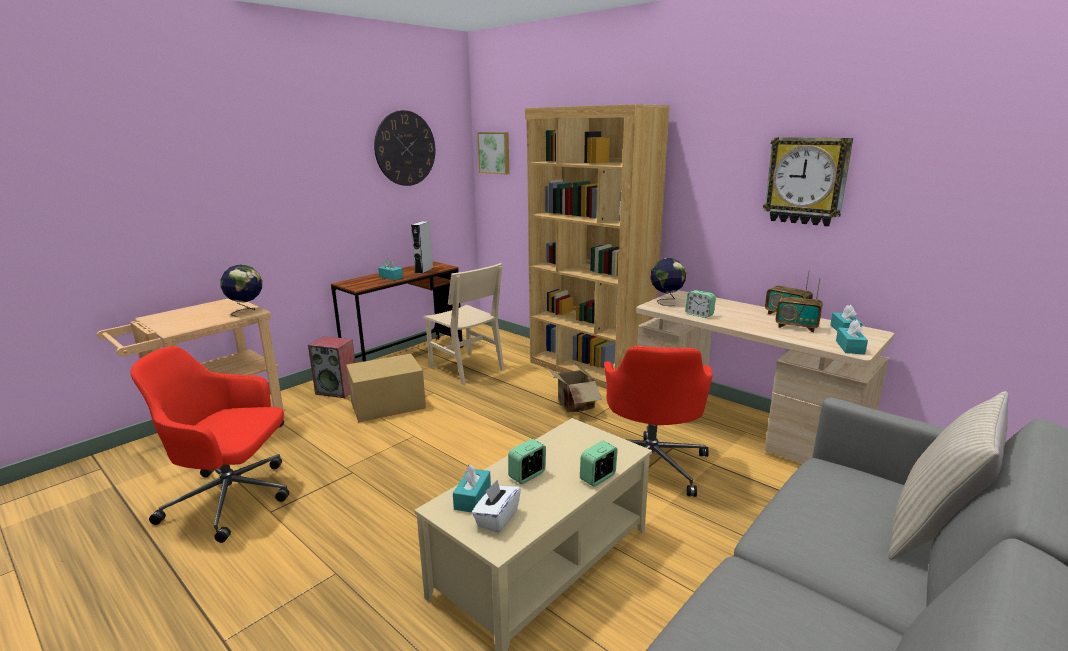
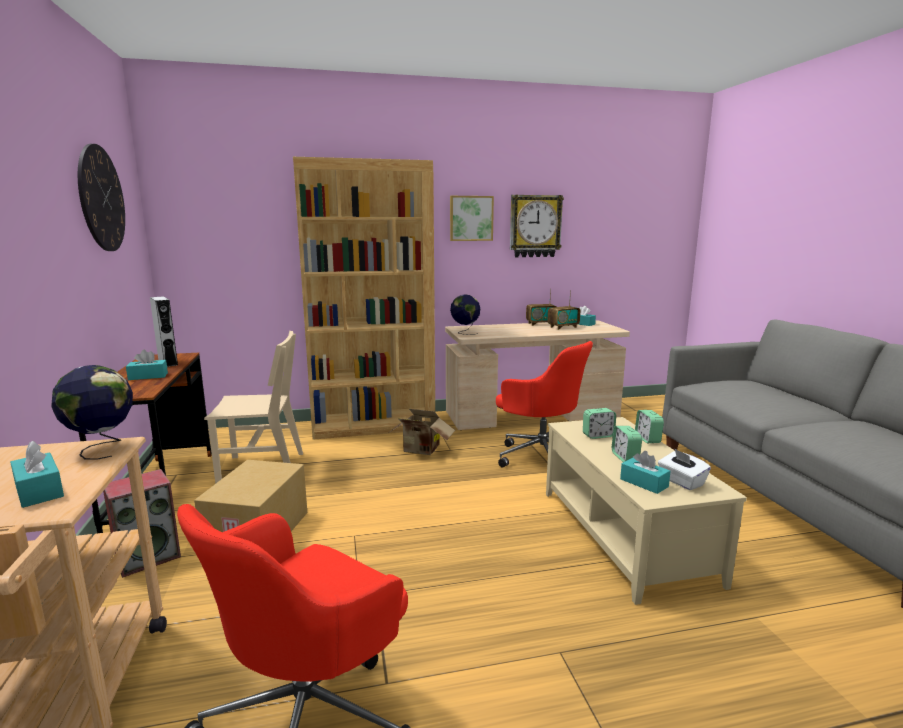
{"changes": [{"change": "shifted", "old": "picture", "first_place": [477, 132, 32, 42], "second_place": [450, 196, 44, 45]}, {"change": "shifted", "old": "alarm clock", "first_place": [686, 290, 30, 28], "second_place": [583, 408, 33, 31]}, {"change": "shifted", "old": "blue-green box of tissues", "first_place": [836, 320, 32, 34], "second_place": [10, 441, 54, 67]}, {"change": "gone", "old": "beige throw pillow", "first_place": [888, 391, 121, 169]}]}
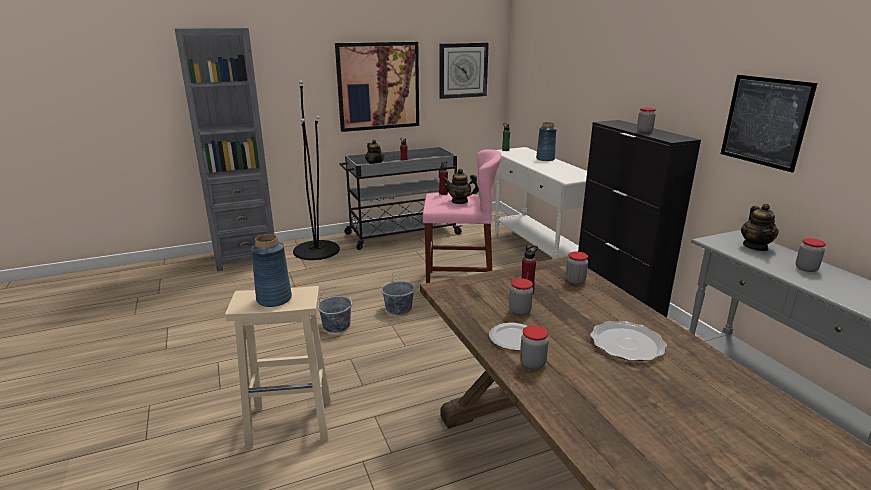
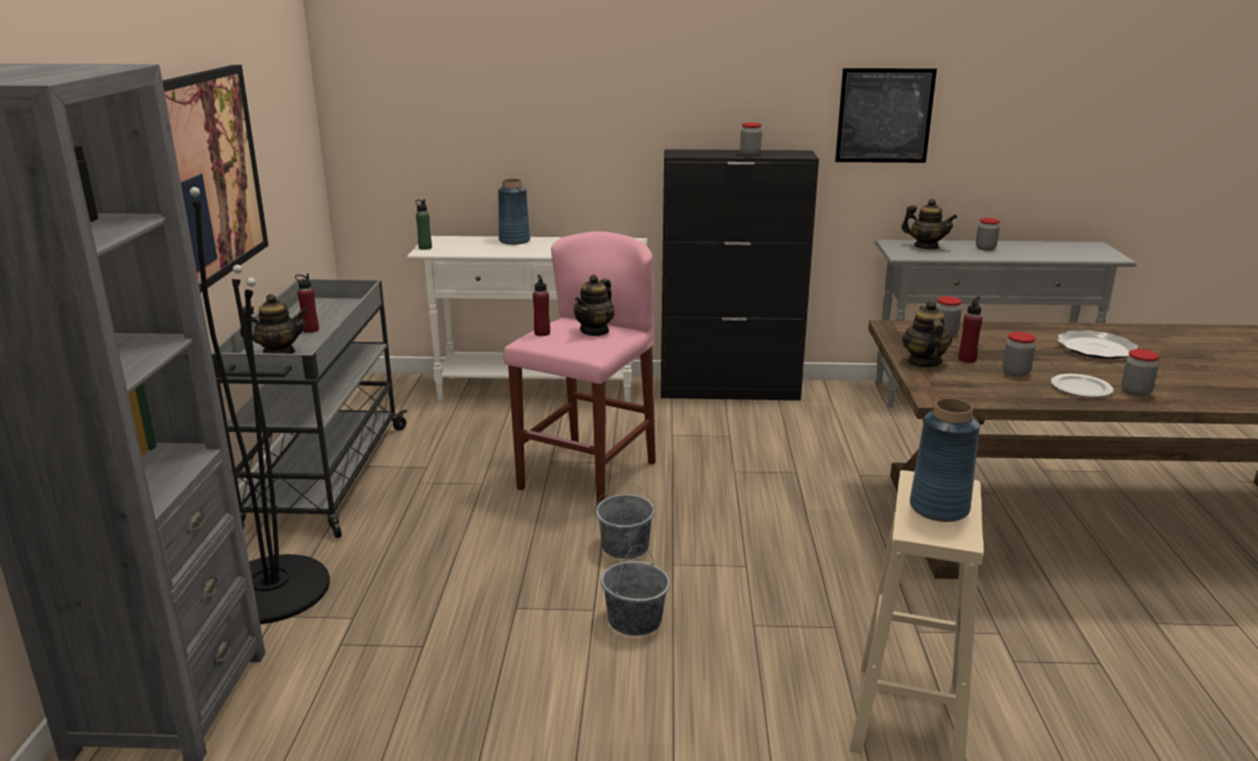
{"changes": [{"change": "gone", "old": "wall clock", "first_place": [439, 43, 50, 56]}, {"change": "new", "new": "tea pot", "second_place": [902, 300, 50, 68]}]}
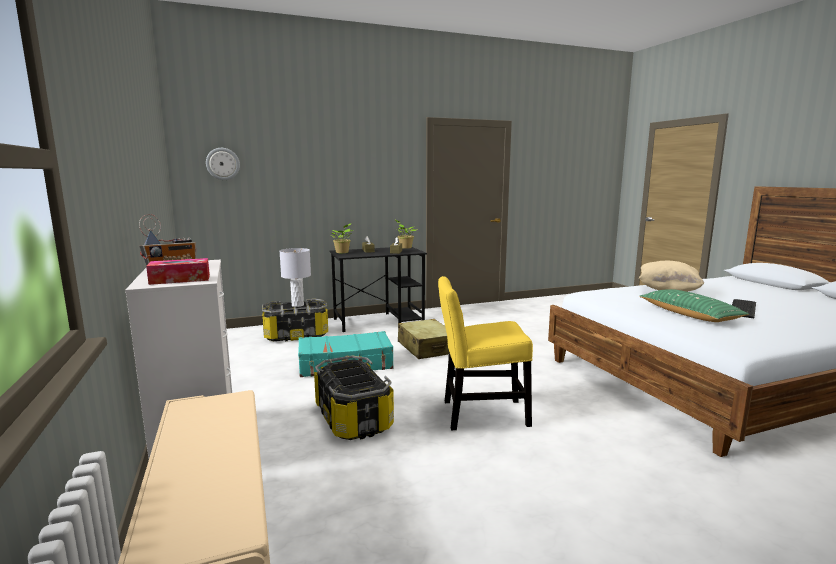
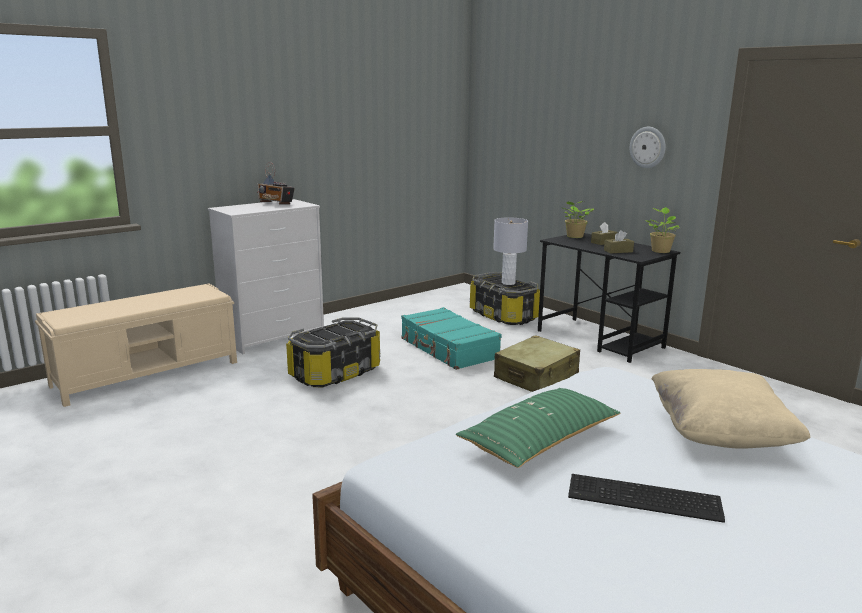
{"changes": [{"change": "shifted", "old": "wall clock", "first_place": [206, 148, 34, 32], "second_place": [630, 127, 36, 41]}, {"change": "gone", "old": "box of tissues", "first_place": [146, 258, 64, 27]}, {"change": "gone", "old": "yellow-coloured chair", "first_place": [438, 276, 95, 154]}]}
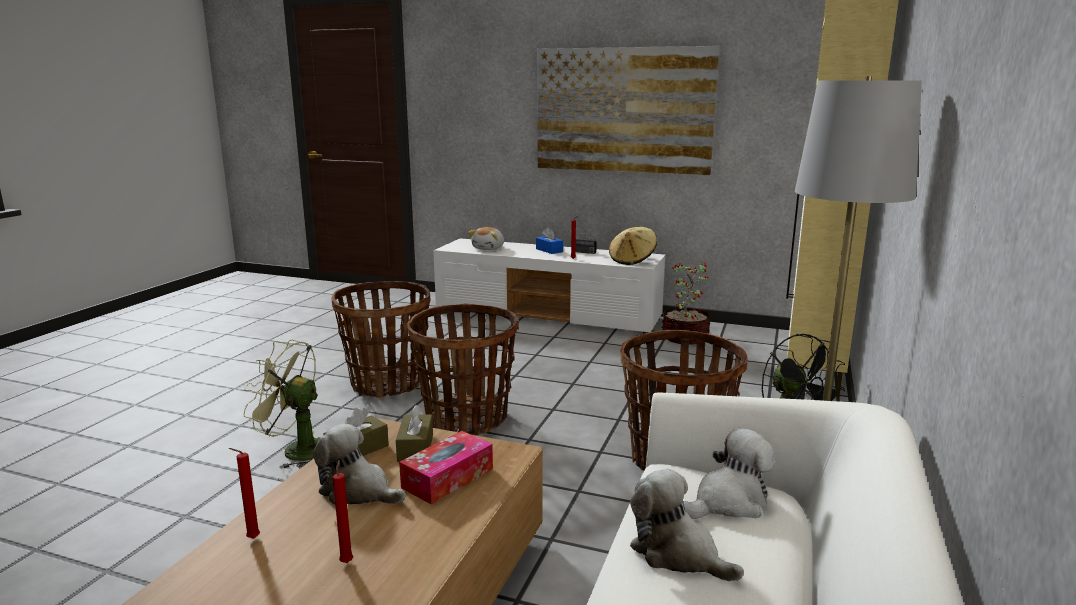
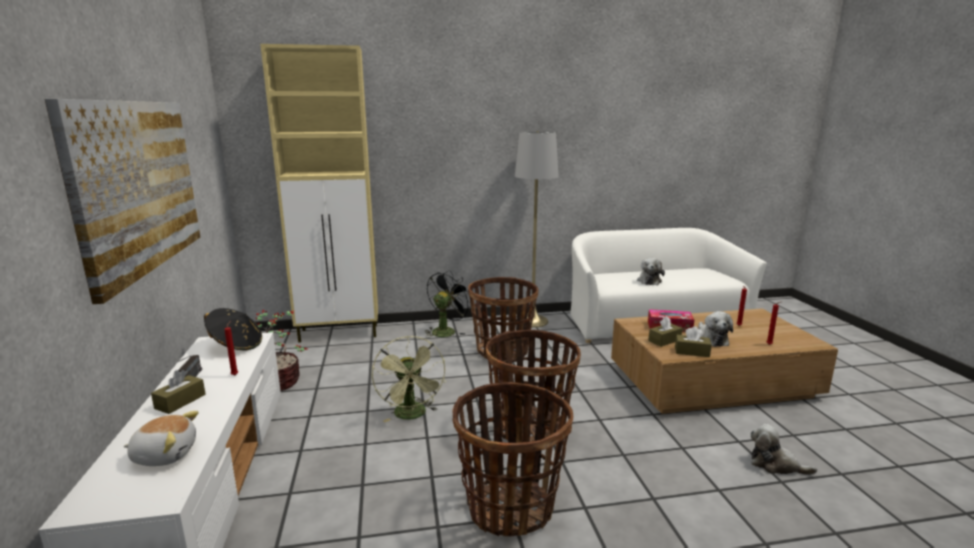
{"changes": [{"change": "repainted", "old": "beige clothing hat", "new": "black-coloured clothing hat", "first_place": [609, 227, 48, 38], "second_place": [204, 308, 58, 42]}, {"change": "repainted", "old": "blue-coloured box of tissues", "new": "brown box of tissues", "first_place": [536, 228, 27, 26], "second_place": [151, 370, 55, 44]}, {"change": "shifted", "old": "greenish fan", "first_place": [244, 340, 77, 129], "second_place": [372, 336, 74, 86]}, {"change": "shifted", "old": "plush toy", "first_place": [683, 428, 92, 91], "second_place": [751, 424, 66, 51]}]}
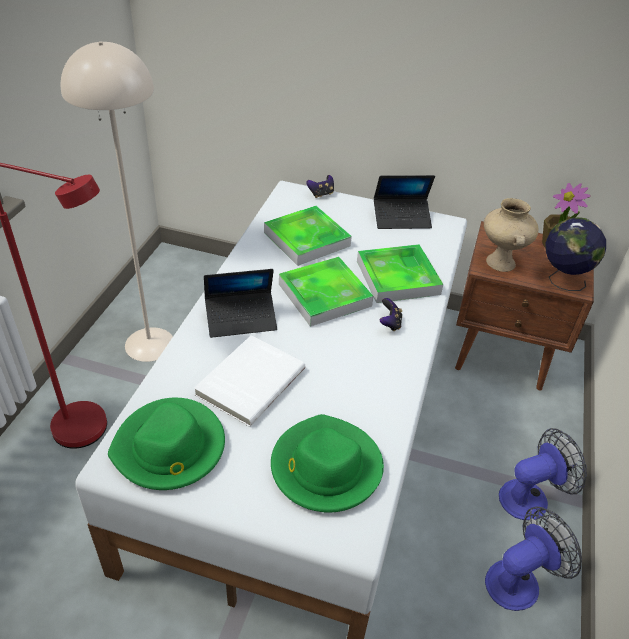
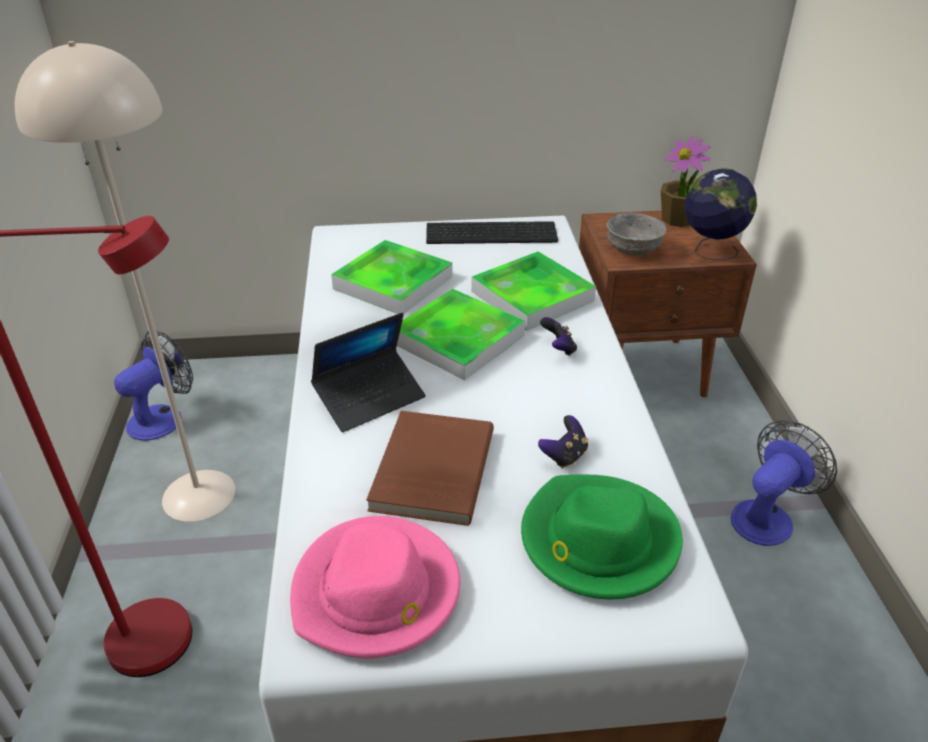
{"changes": [{"change": "shifted", "old": "gamepad", "first_place": [306, 175, 28, 23], "second_place": [538, 415, 50, 54]}, {"change": "swapped", "old": "laptop", "new": "keyboard", "first_place": [374, 175, 61, 54], "second_place": [426, 221, 132, 23]}, {"change": "swapped", "old": "beige vase", "new": "greyish serving bowl", "first_place": [484, 198, 55, 74], "second_place": [607, 213, 60, 43]}, {"change": "repainted", "old": "whitish volume", "new": "brown volume", "first_place": [194, 335, 111, 92], "second_place": [366, 411, 128, 115]}, {"change": "repainted", "old": "greenish clothing hat", "new": "pinkish clothing hat", "first_place": [108, 398, 117, 92], "second_place": [290, 516, 170, 142]}, {"change": "shifted", "old": "fan", "first_place": [485, 506, 97, 105], "second_place": [114, 331, 79, 110]}]}
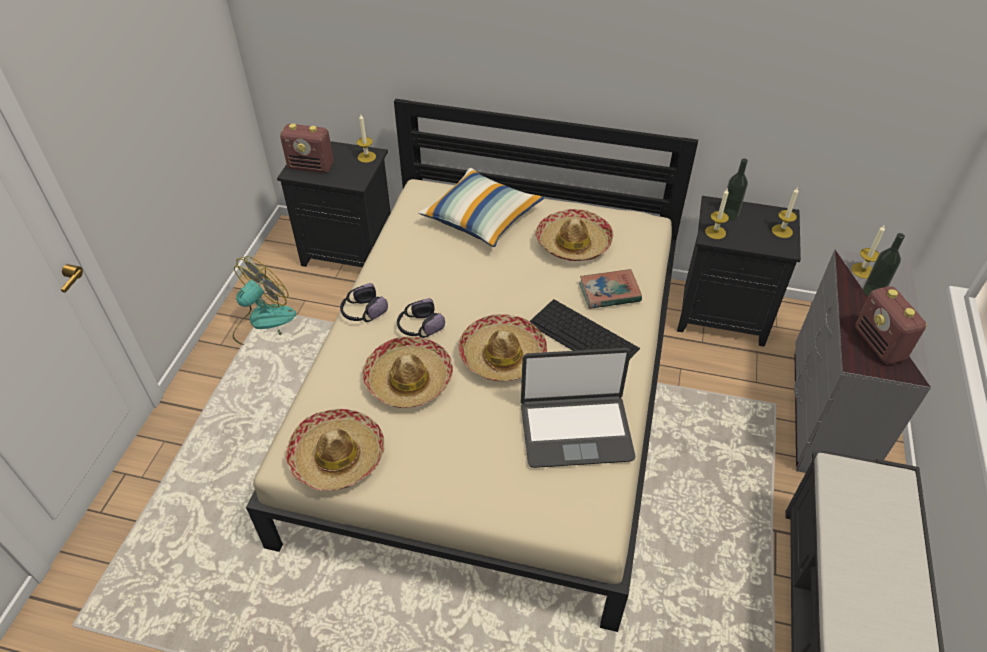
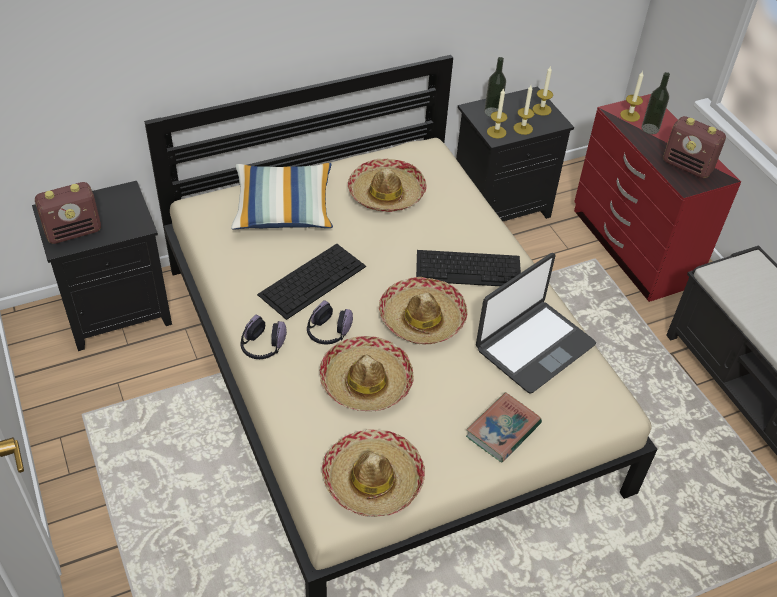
{"changes": [{"change": "shifted", "old": "wax candle", "first_place": [357, 115, 19, 48], "second_place": [513, 85, 21, 50]}, {"change": "repainted", "old": "greyish drawer chest", "new": "reddish drawer chest", "first_place": [794, 249, 137, 224], "second_place": [574, 94, 167, 208]}, {"change": "gone", "old": "fan", "first_place": [233, 256, 63, 89]}, {"change": "shifted", "old": "volume", "first_place": [579, 269, 63, 40], "second_place": [466, 392, 76, 70]}, {"change": "new", "new": "keyboard", "second_place": [257, 244, 109, 76]}]}
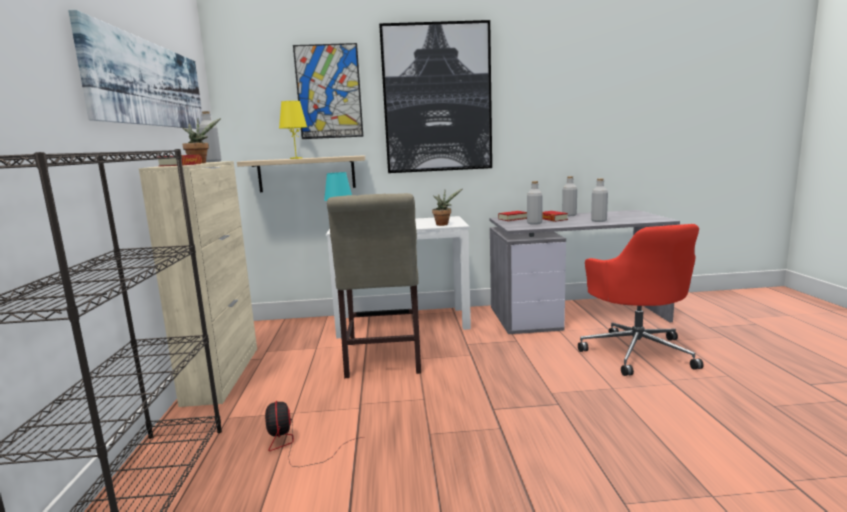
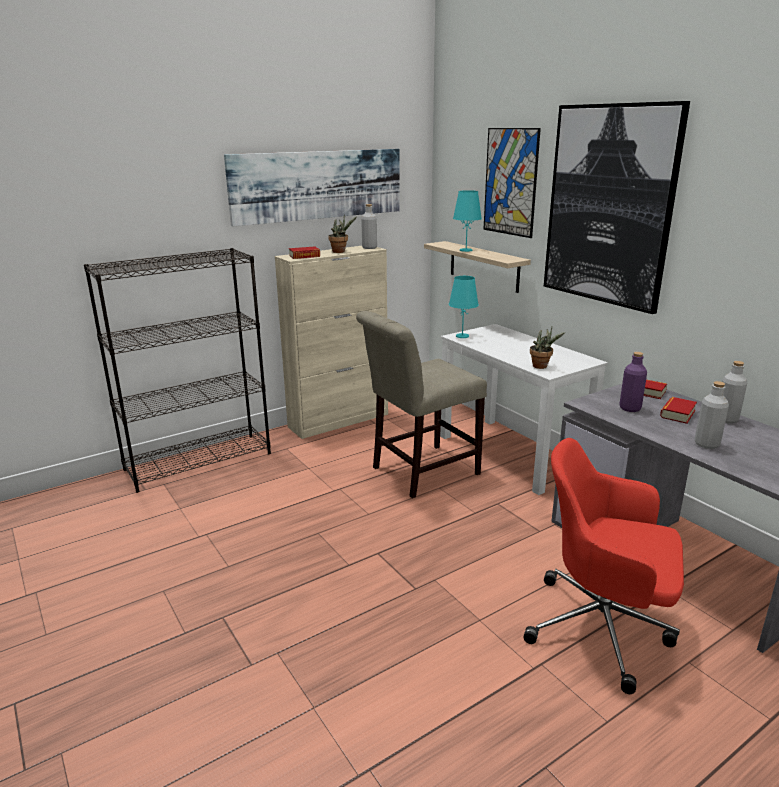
{"changes": [{"change": "repainted", "old": "yellow-coloured lamp for a table", "new": "blue-green lamp for a table", "first_place": [279, 101, 28, 58], "second_place": [453, 190, 29, 62]}, {"change": "repainted", "old": "greyish bottle", "new": "purplish bottle", "first_place": [527, 181, 16, 44], "second_place": [619, 352, 28, 60]}, {"change": "rotated", "old": "reddish computer chair", "first_place": [578, 224, 126, 152], "second_place": [524, 438, 160, 256], "degrees": 60}, {"change": "gone", "old": "fan", "first_place": [265, 401, 98, 66]}]}
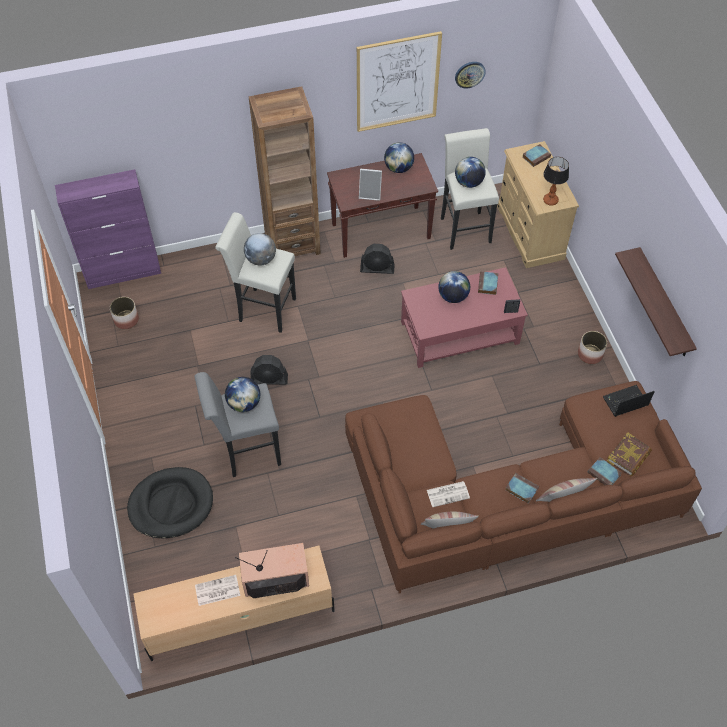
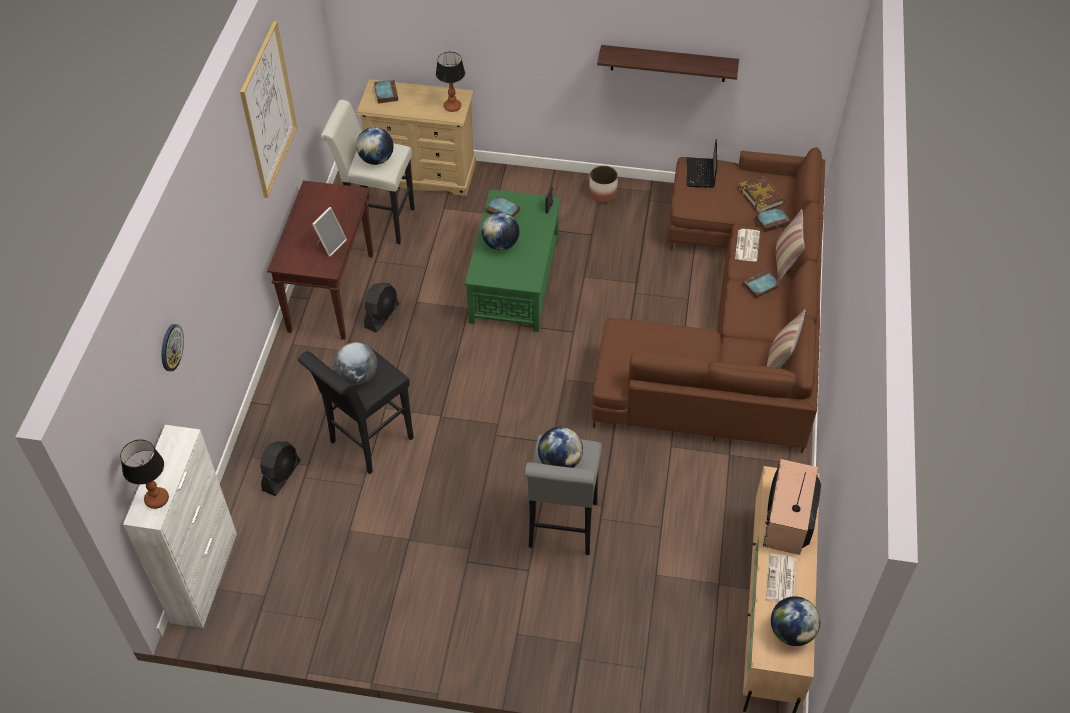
{"changes": [{"change": "shifted", "old": "wall clock", "first_place": [455, 62, 31, 26], "second_place": [161, 324, 23, 47]}, {"change": "gone", "old": "brown shelving unit", "first_place": [249, 86, 72, 170]}, {"change": "shifted", "old": "desk globe", "first_place": [384, 142, 30, 31], "second_place": [771, 596, 49, 50]}, {"change": "repainted", "old": "purplish cupboard", "new": "whitish cupboard", "first_place": [55, 169, 106, 120], "second_place": [123, 425, 114, 203]}, {"change": "repainted", "old": "whitish sitting stool", "new": "black-coloured sitting stool", "first_place": [215, 212, 81, 121], "second_place": [298, 348, 116, 126]}, {"change": "repainted", "old": "reddish lounge table", "new": "greenish lounge table", "first_place": [401, 267, 127, 101], "second_place": [465, 189, 96, 143]}, {"change": "gone", "old": "plant pot", "first_place": [110, 297, 29, 32]}, {"change": "shifted", "old": "black-coloured fan", "first_place": [250, 355, 38, 30], "second_place": [260, 441, 40, 55]}, {"change": "gone", "old": "black-coloured dog bed", "first_place": [127, 467, 86, 71]}, {"change": "shifted", "old": "daily paper", "first_place": [427, 481, 43, 26], "second_place": [735, 229, 25, 33]}, {"change": "new", "new": "lamp for a table", "second_place": [120, 439, 49, 70]}]}
